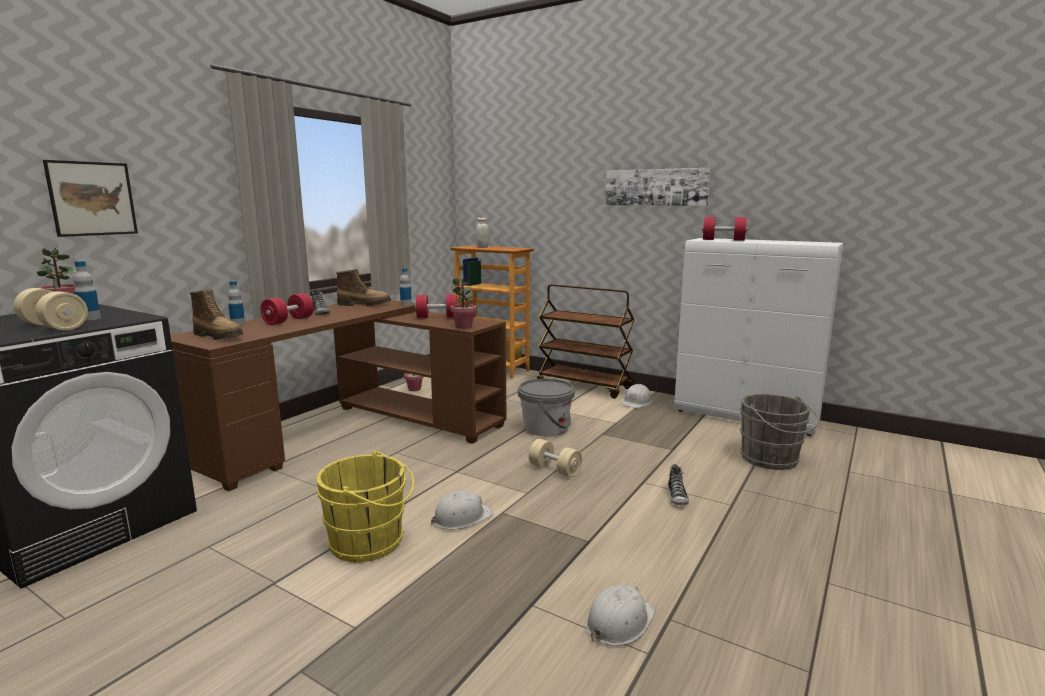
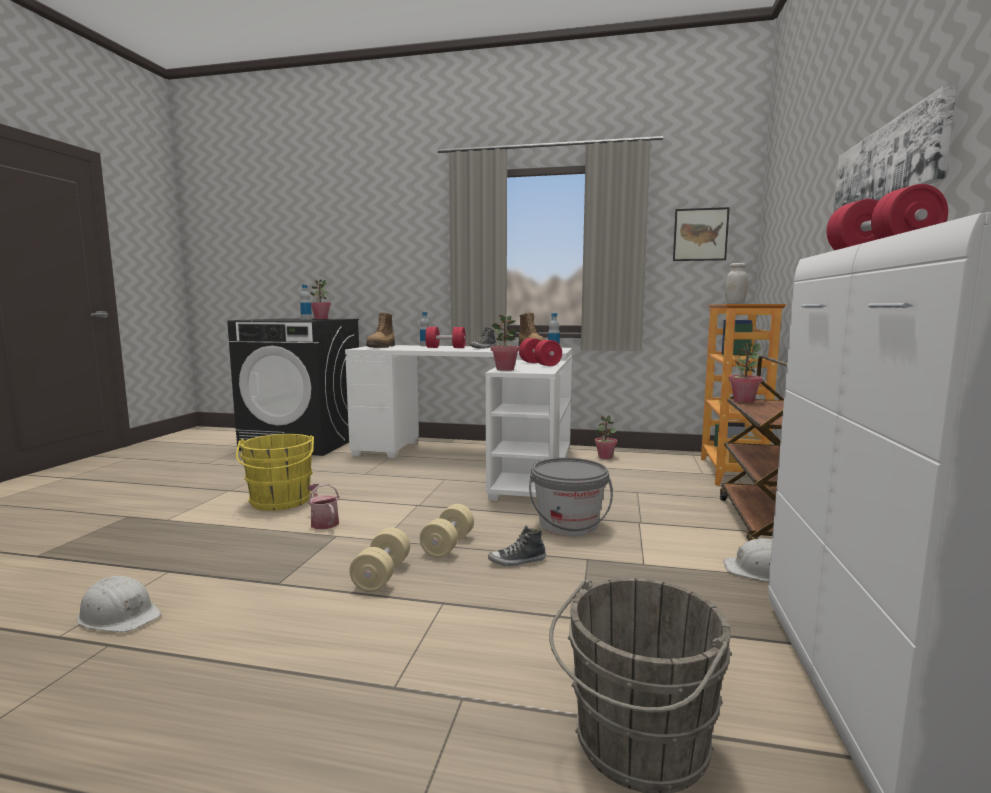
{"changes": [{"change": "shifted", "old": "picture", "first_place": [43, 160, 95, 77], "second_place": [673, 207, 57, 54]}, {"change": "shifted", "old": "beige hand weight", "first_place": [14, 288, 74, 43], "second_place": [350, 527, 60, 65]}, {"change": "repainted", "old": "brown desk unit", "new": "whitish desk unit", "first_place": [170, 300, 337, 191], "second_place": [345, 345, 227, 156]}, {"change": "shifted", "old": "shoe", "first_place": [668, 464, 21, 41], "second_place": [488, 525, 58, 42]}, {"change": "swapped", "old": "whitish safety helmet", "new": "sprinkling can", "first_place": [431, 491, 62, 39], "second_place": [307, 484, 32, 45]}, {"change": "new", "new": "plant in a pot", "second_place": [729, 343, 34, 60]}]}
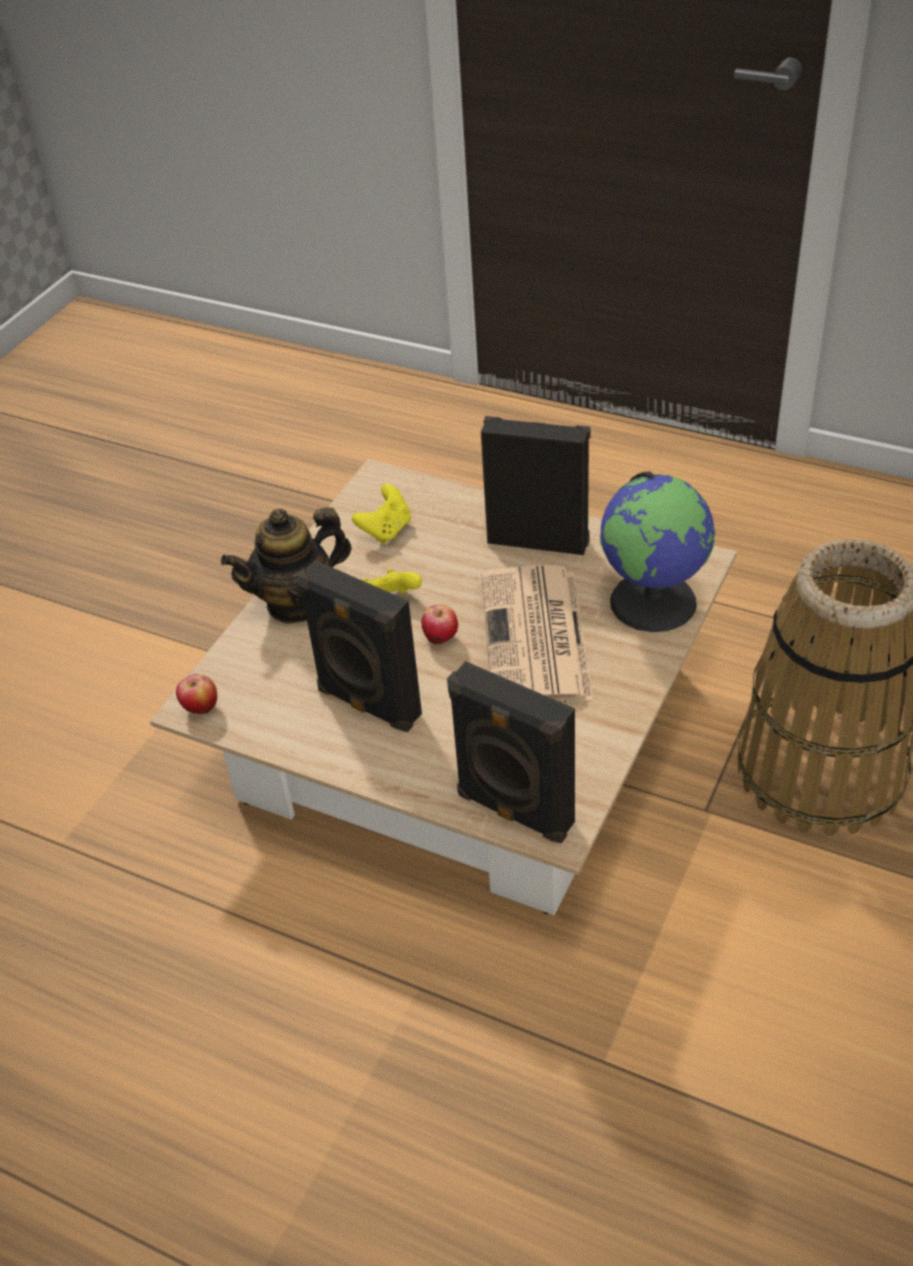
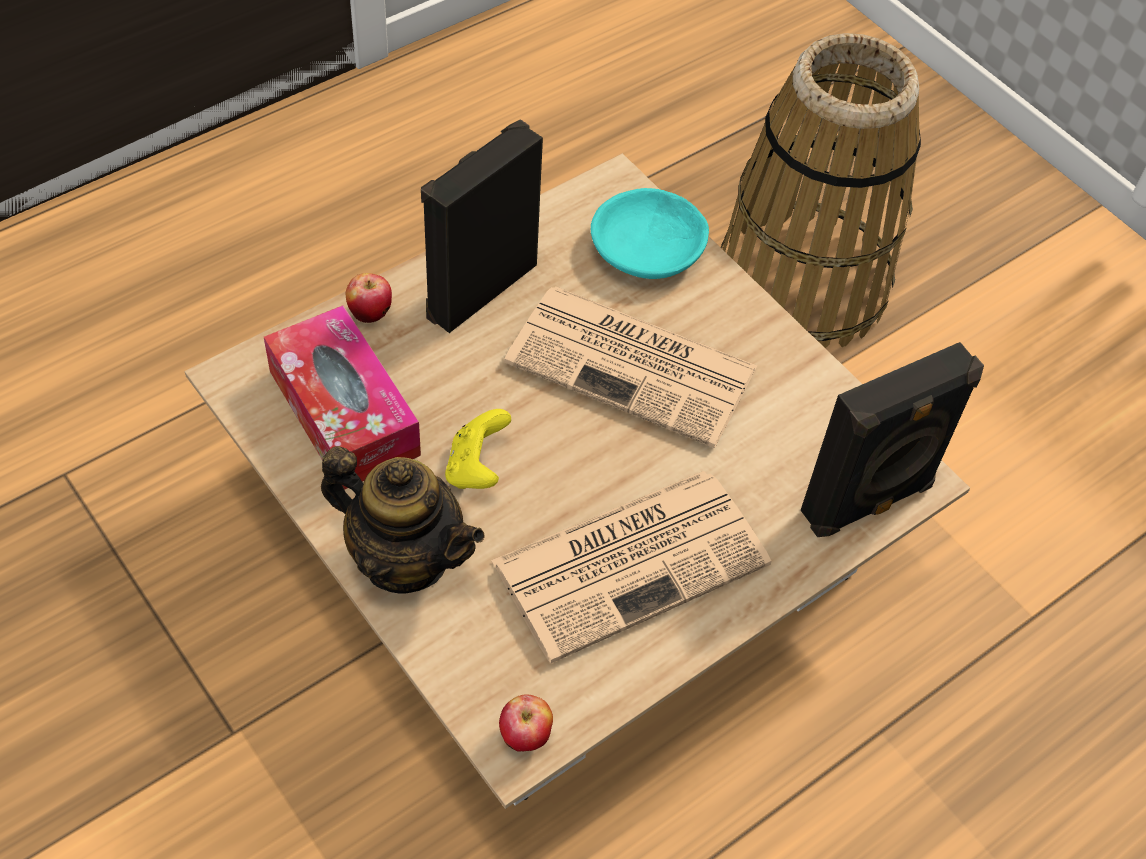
{"changes": [{"change": "swapped", "old": "desk globe", "new": "blue-green serving bowl", "first_place": [600, 471, 116, 161], "second_place": [591, 188, 118, 91]}, {"change": "swapped", "old": "yellow-coloured gamepad", "new": "box of tissues", "first_place": [352, 484, 59, 60], "second_place": [264, 305, 157, 185]}, {"change": "rotated", "old": "tea pot", "first_place": [221, 507, 131, 117], "second_place": [321, 446, 164, 148], "degrees": -60}, {"change": "swapped", "old": "black-coloured loudspeaker", "new": "daily paper", "first_place": [297, 560, 125, 172], "second_place": [491, 471, 280, 192]}, {"change": "shifted", "old": "apple", "first_place": [421, 604, 37, 41], "second_place": [346, 273, 46, 50]}]}
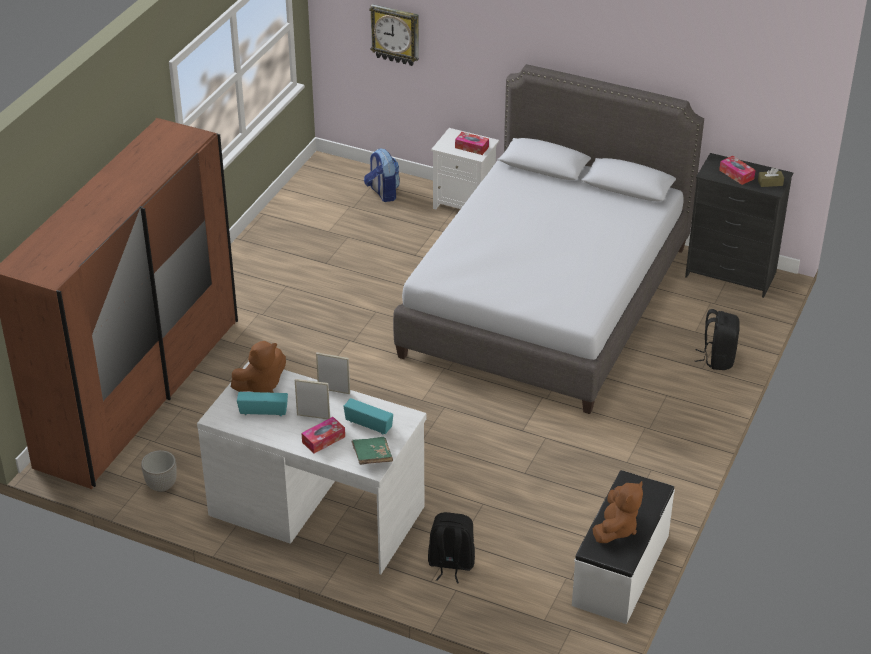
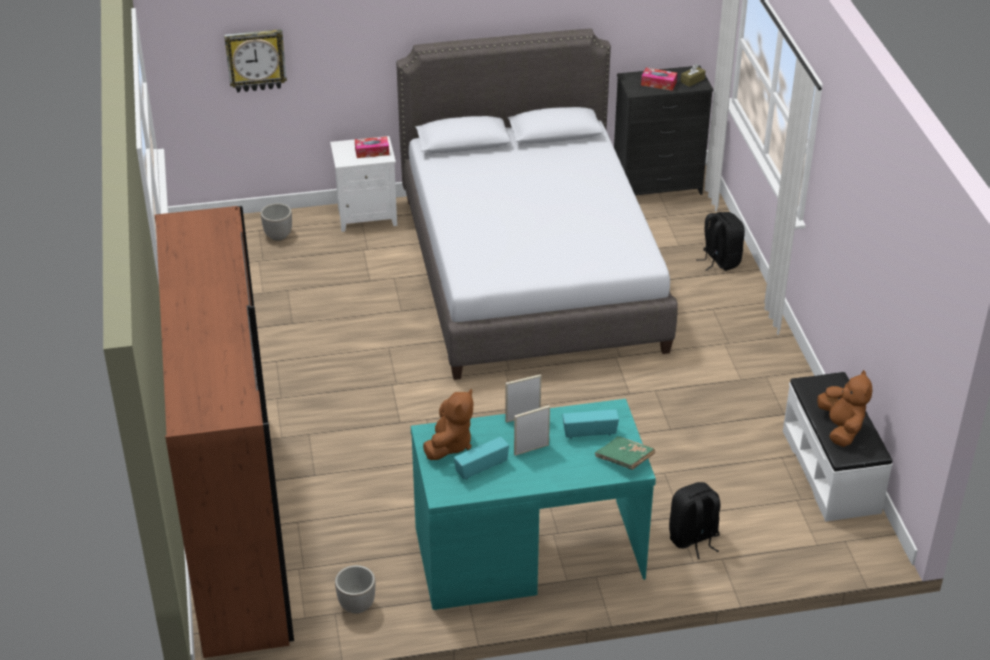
{"changes": [{"change": "swapped", "old": "rucksack", "new": "plant pot", "first_place": [364, 149, 36, 53], "second_place": [261, 203, 31, 38]}, {"change": "repainted", "old": "whitish desk unit", "new": "blue-green desk unit", "first_place": [197, 361, 230, 213], "second_place": [411, 399, 245, 211]}, {"change": "gone", "old": "box of tissues", "first_place": [302, 417, 43, 36]}]}
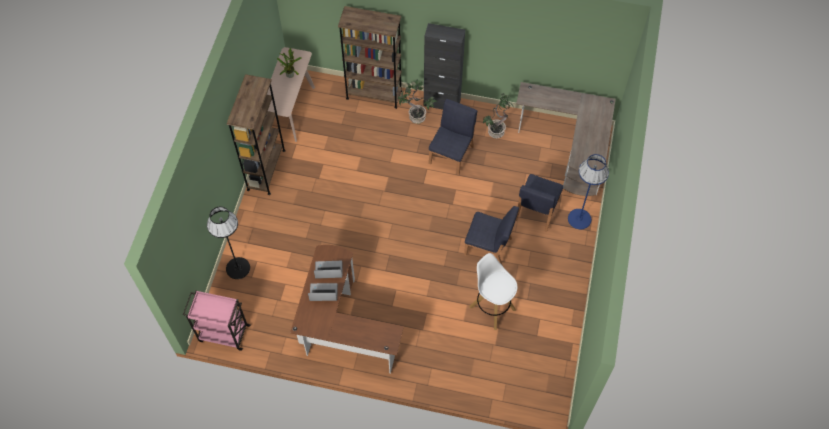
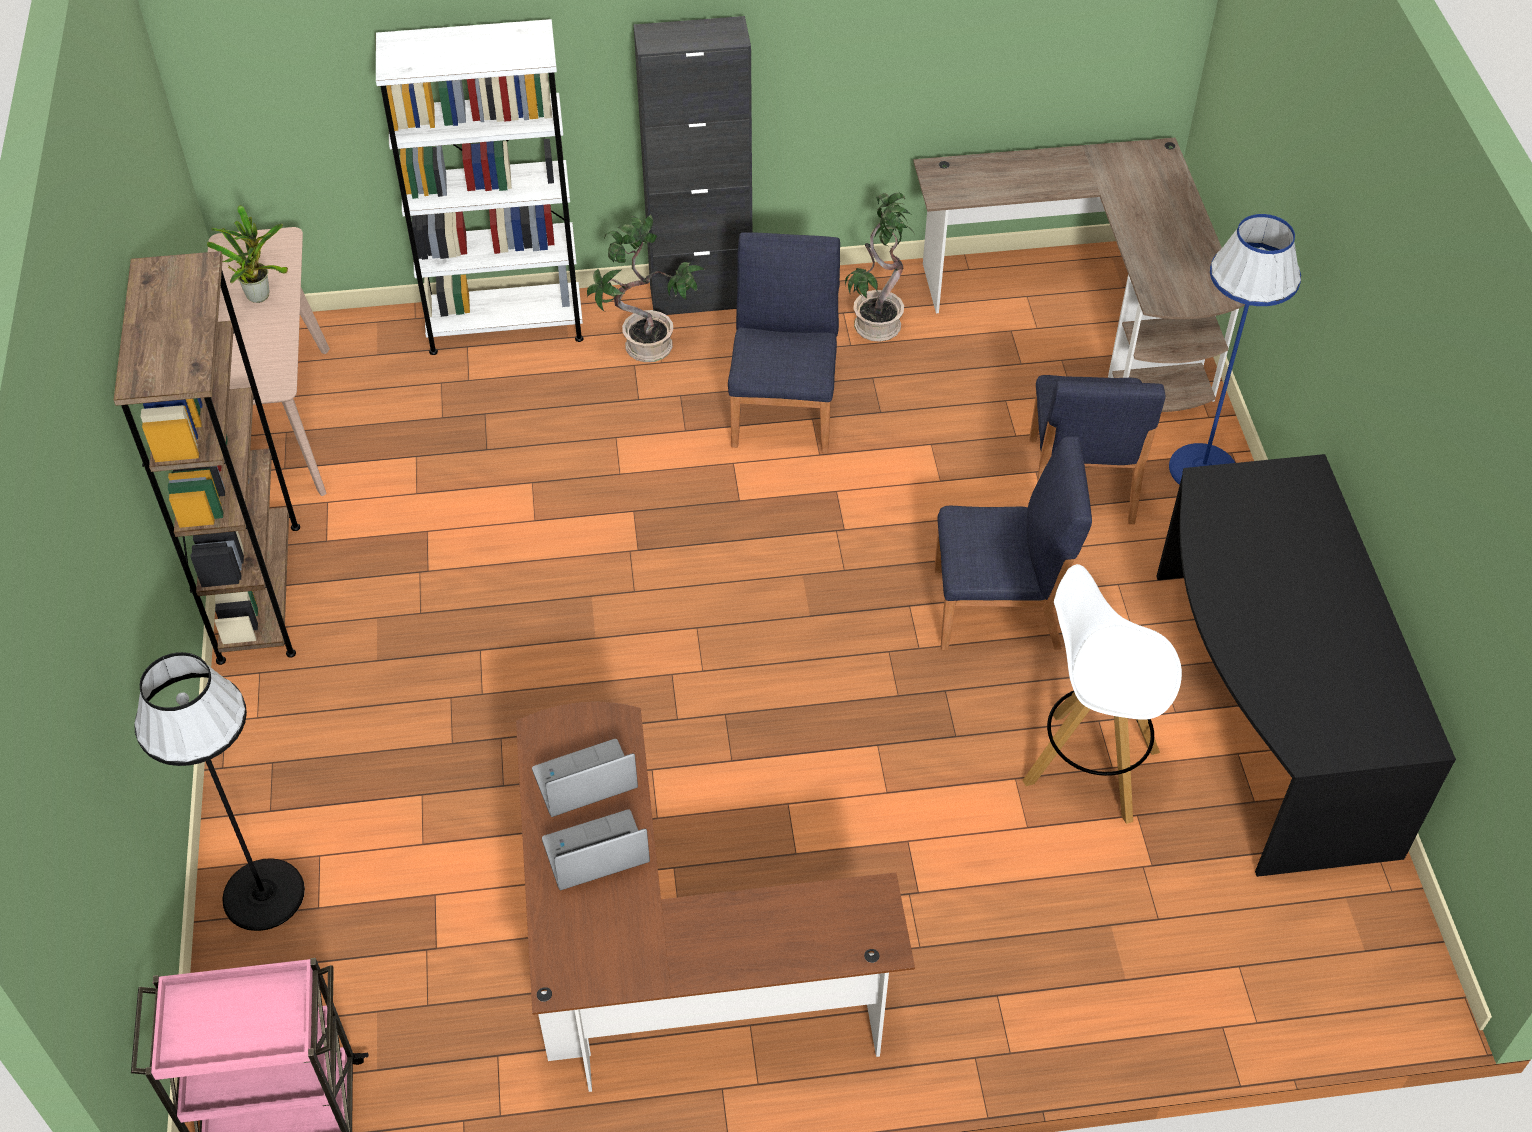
{"changes": [{"change": "repainted", "old": "brown shelving unit", "new": "whitish shelving unit", "first_place": [338, 6, 64, 103], "second_place": [376, 19, 208, 336]}, {"change": "new", "new": "black-coloured desk unit", "second_place": [1156, 454, 300, 423]}]}
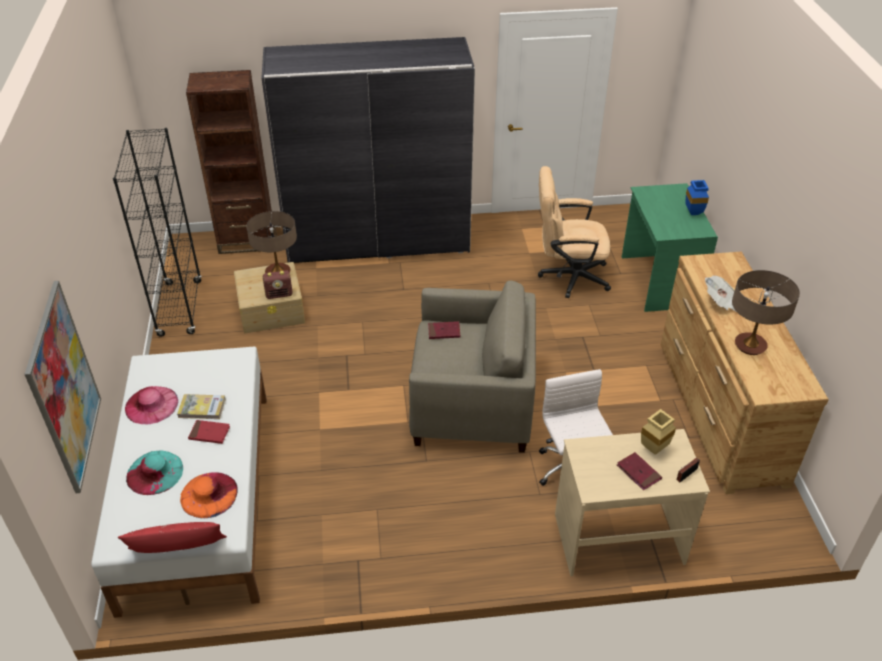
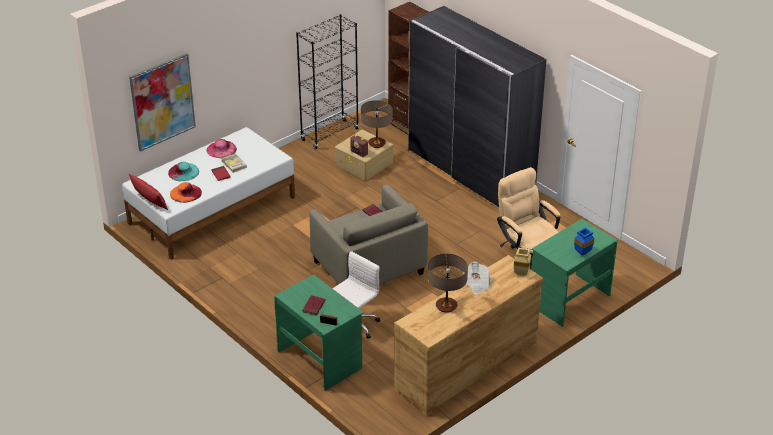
{"changes": [{"change": "shifted", "old": "beige vase", "first_place": [641, 409, 35, 45], "second_place": [514, 248, 17, 28]}, {"change": "repainted", "old": "beige desk unit", "new": "greenish desk unit", "first_place": [555, 429, 155, 147], "second_place": [274, 274, 90, 117]}]}
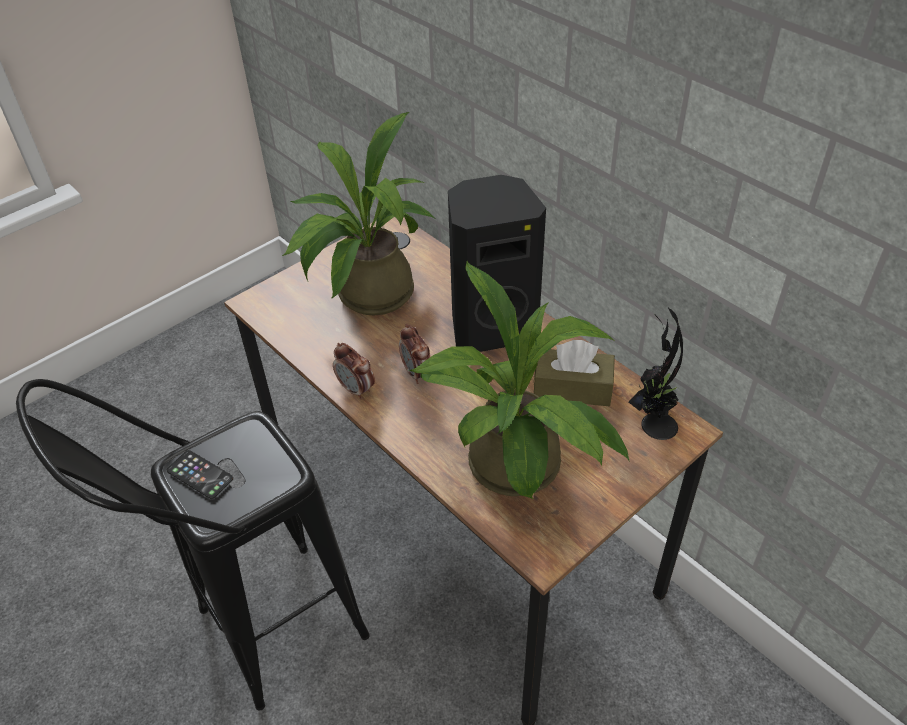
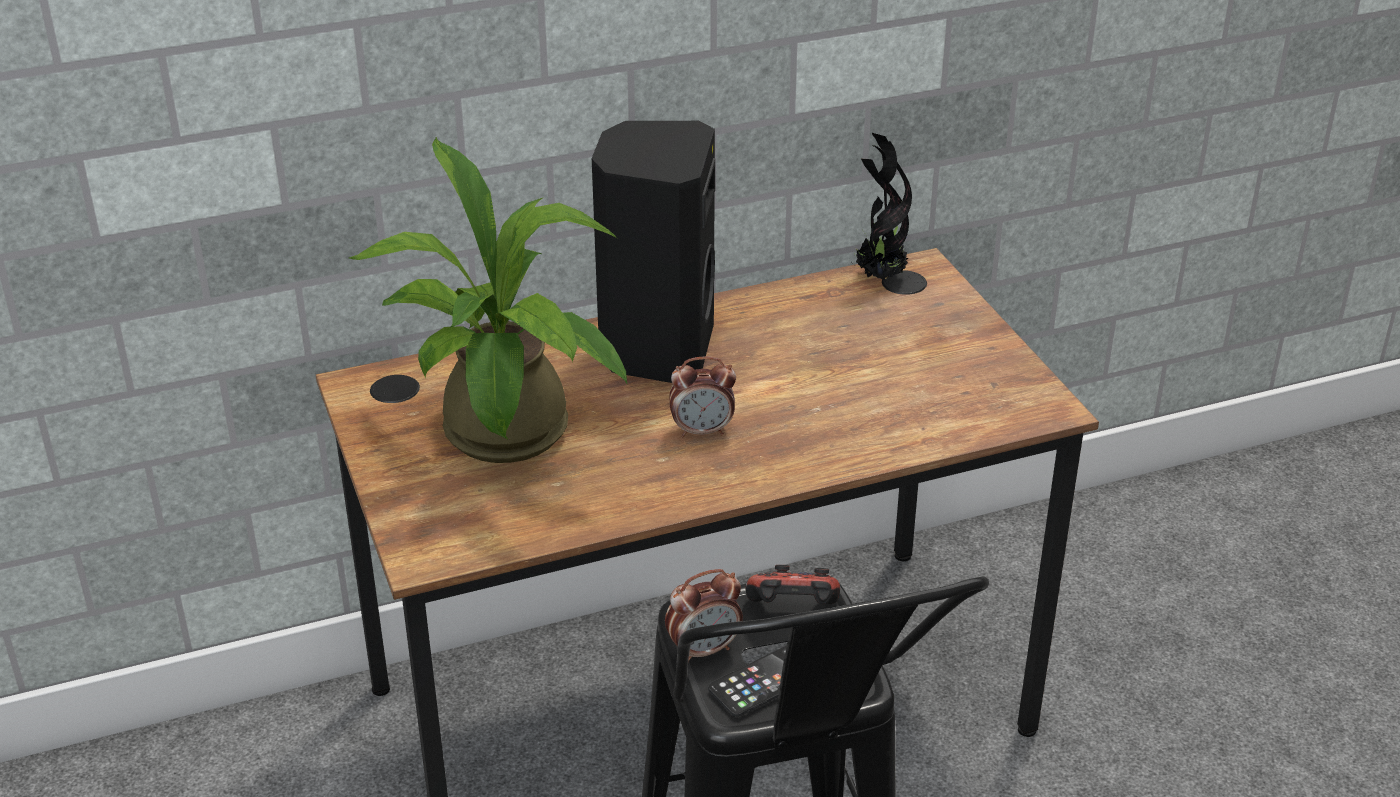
{"changes": [{"change": "gone", "old": "plant in a pot", "first_place": [409, 261, 221, 238]}, {"change": "gone", "old": "brown box of tissues", "first_place": [533, 340, 82, 66]}, {"change": "shifted", "old": "alarm clock", "first_place": [333, 343, 42, 57], "second_place": [665, 569, 78, 94]}, {"change": "new", "new": "gamepad", "second_place": [745, 565, 95, 39]}]}
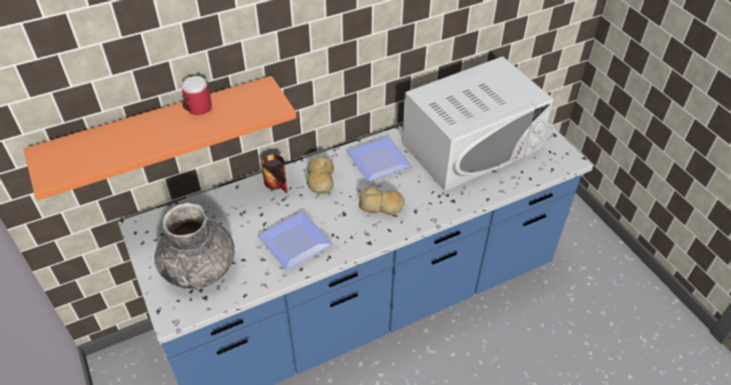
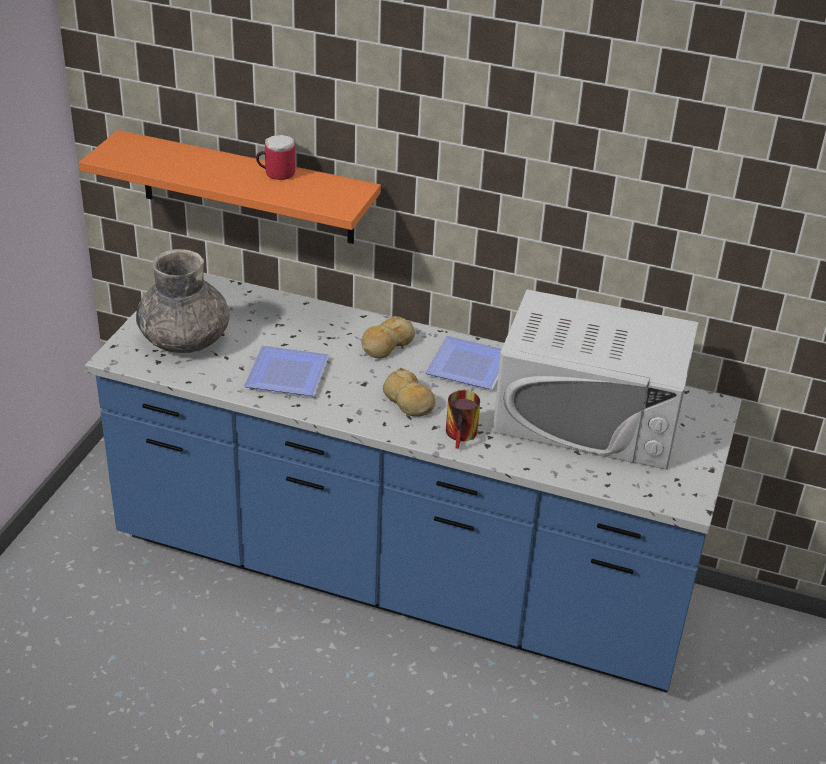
{"changes": [{"change": "shifted", "old": "tea mug", "first_place": [261, 154, 27, 39], "second_place": [446, 390, 34, 59]}]}
